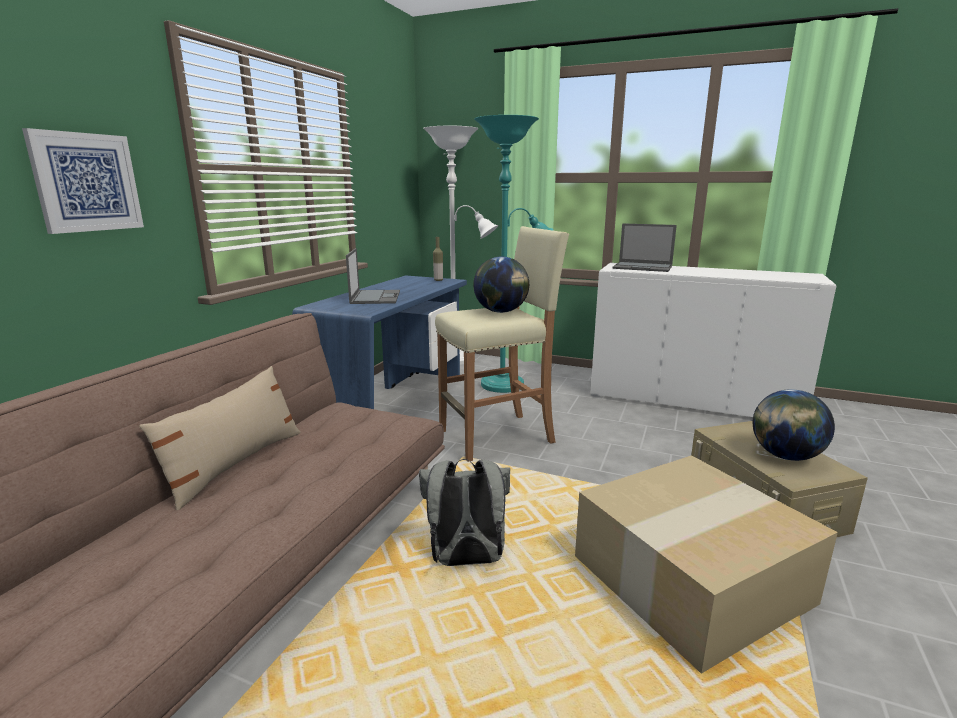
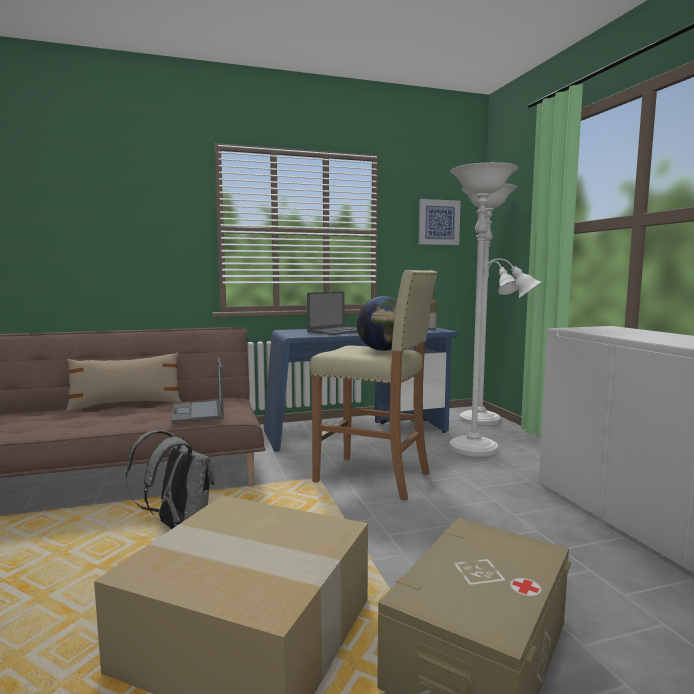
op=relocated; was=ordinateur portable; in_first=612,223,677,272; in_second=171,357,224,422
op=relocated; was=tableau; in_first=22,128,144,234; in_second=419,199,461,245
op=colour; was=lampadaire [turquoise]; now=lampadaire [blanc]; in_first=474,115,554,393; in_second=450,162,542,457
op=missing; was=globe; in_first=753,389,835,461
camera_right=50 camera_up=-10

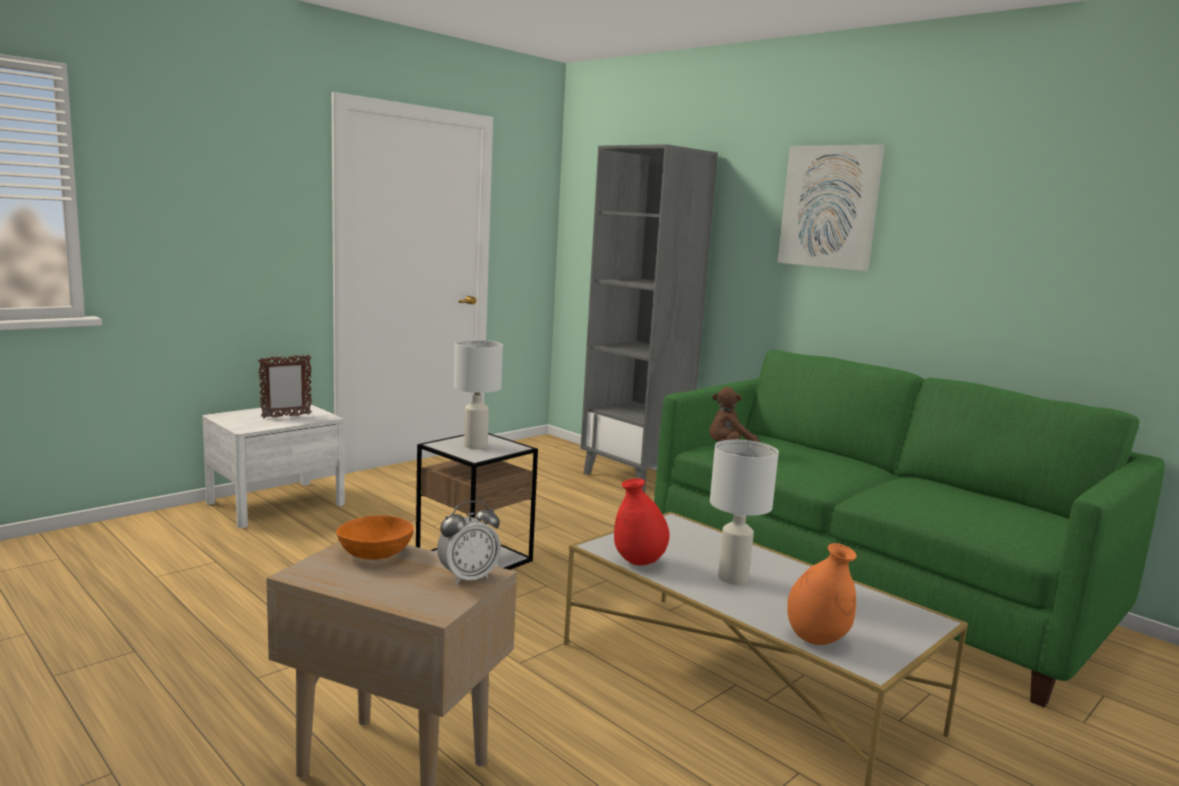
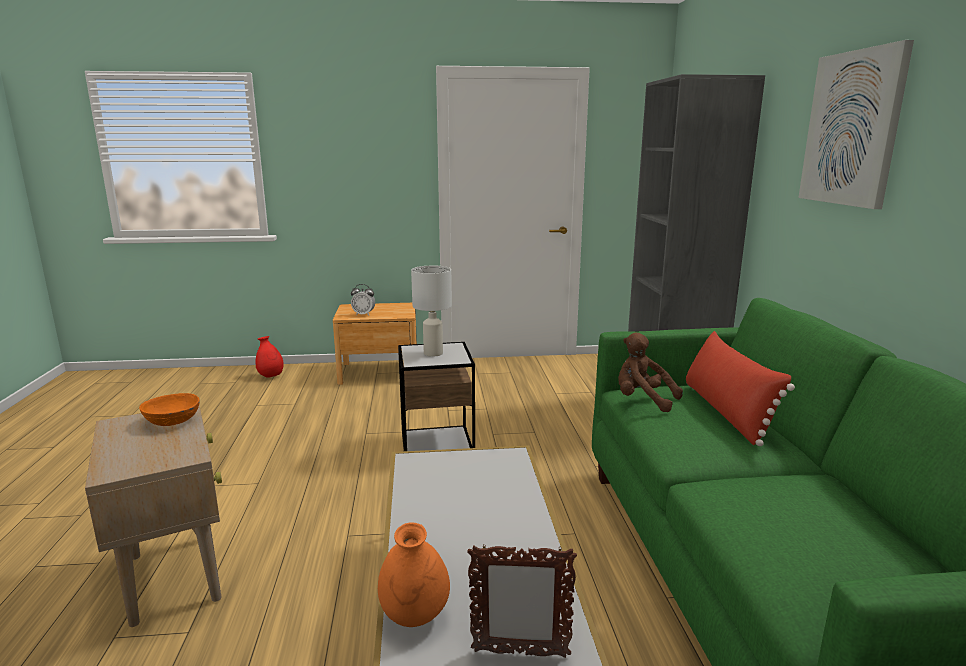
op=relocated; was=vase [rouge]; in_first=614,478,670,565; in_second=255,336,284,378
op=colour; was=table de chevet [blanc]; now=table de chevet [marron]; in_first=202,404,345,528; in_second=333,303,417,385
op=relocated; was=réveil; in_first=437,501,501,586; in_second=351,284,375,316
op=relocated; was=cadre photo; in_first=258,354,312,419; in_second=467,544,577,658
op=appeared; now=coussin [rouge]; in_second=686,331,795,446
op=missing; was=lampe de table [blanc]; in_first=710,440,779,585
camera_right=40 camera_up=5

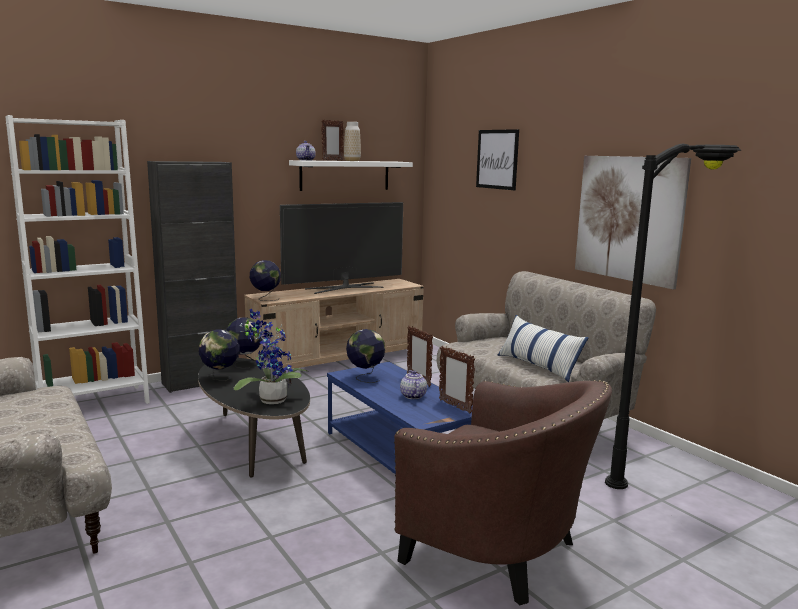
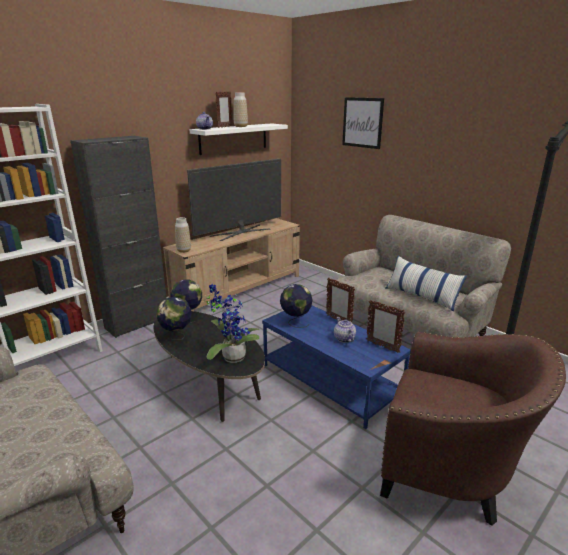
op=exchanged; was=globe; now=vase; in_first=250,260,281,301; in_second=175,217,191,253
op=missing; was=tableau; in_first=575,156,692,289
camera_right=-10 camera_up=10

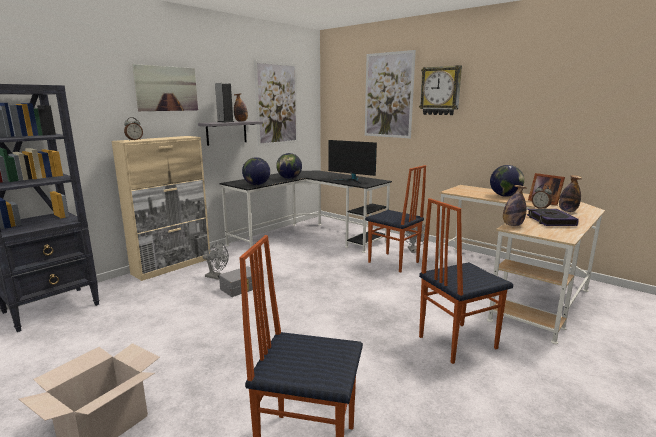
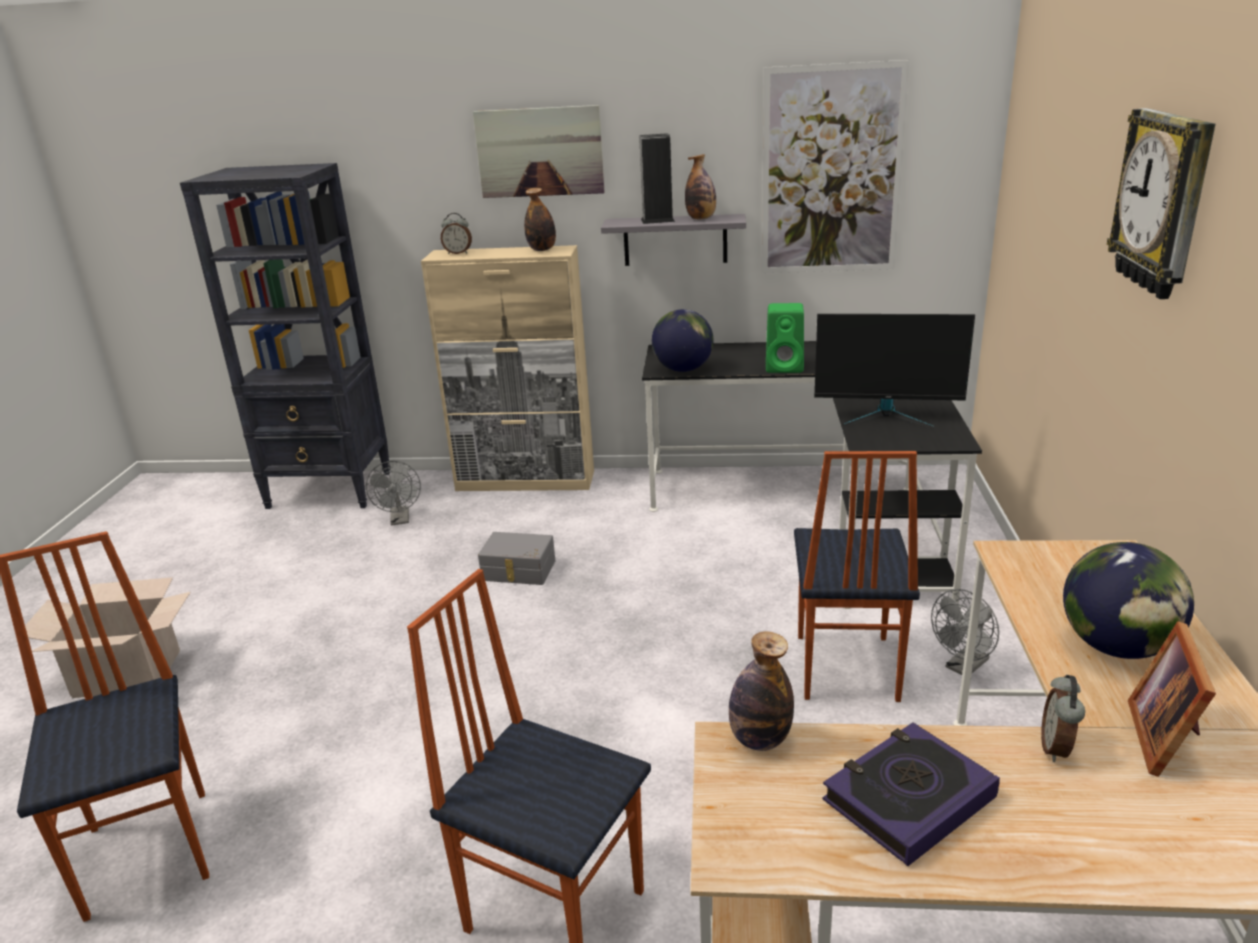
op=relocated; was=ventilateur [gris]; in_first=203,242,229,280; in_second=366,461,421,525
op=relocated; was=bouteille; in_first=559,175,582,212; in_second=524,188,556,251
op=exchanged; was=globe; now=enceinte [vert]; in_first=276,153,302,179; in_second=766,303,804,373
op=spun; was=écran d'ordinateur; in_first=328,140,377,184; in_second=814,314,975,428; clockwise=-75
op=missing; was=tableau; in_first=365,50,416,138
camera_right=55 camera_up=10

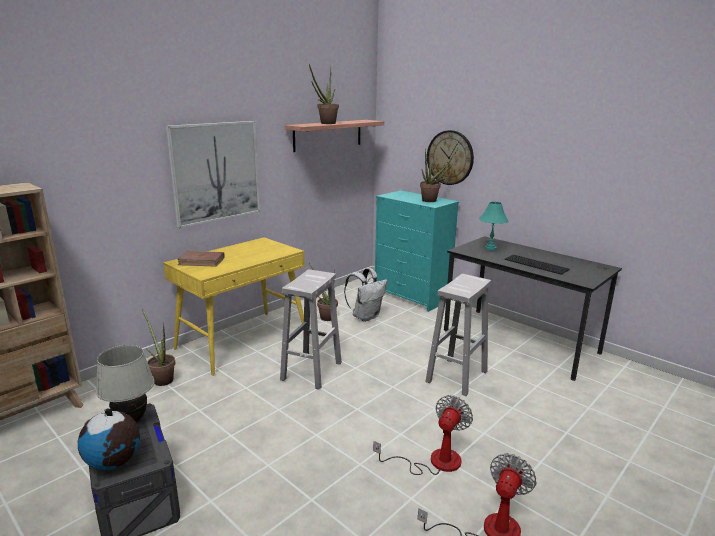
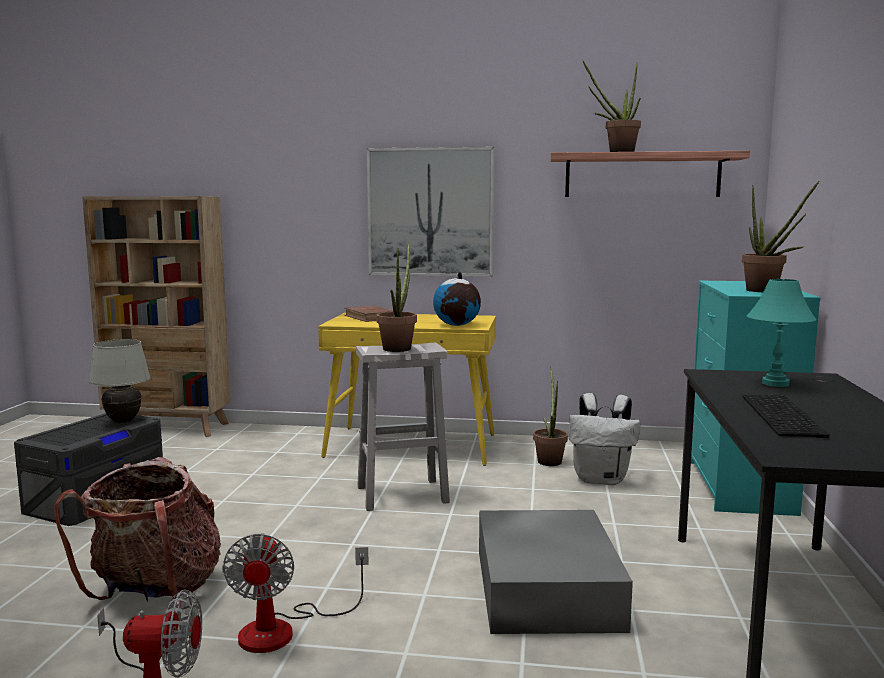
op=appeared; now=sac à dos; in_second=54,457,221,602
op=spun; was=ventilateur; in_first=373,395,473,475; in_second=222,533,369,653; clockwise=90
op=relocated; was=plante en pot; in_first=142,309,175,386; in_second=377,242,417,352
op=relocated; was=globe; in_first=78,408,140,470; in_second=433,272,481,326
op=exchanged; was=tabouret [blanc]; now=boîte de rangement [gris]; in_first=425,274,491,396; in_second=479,510,633,634
op=missing; was=horloge murale; in_first=427,130,474,185
camera_right=55 camera_up=-10

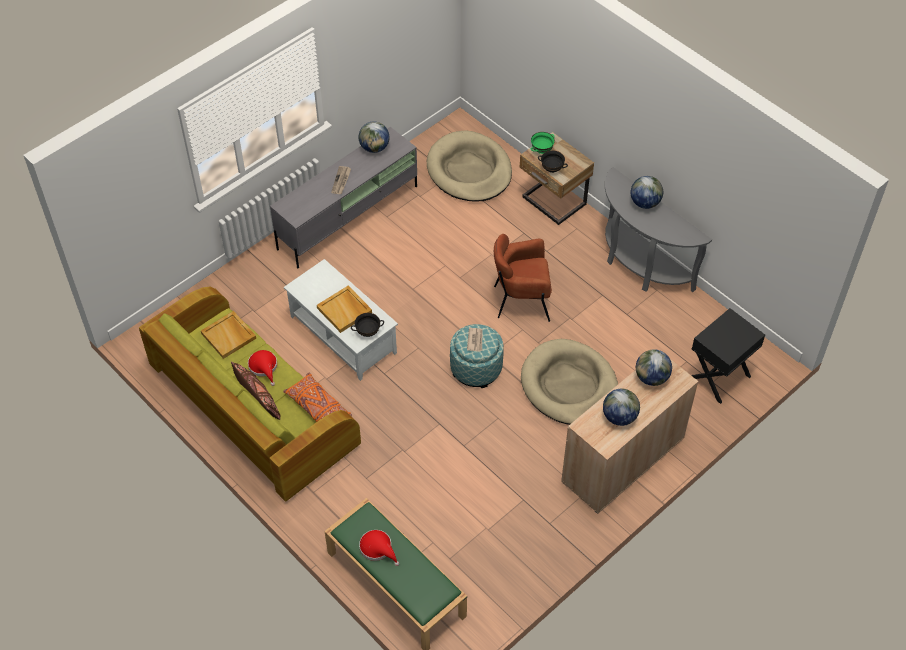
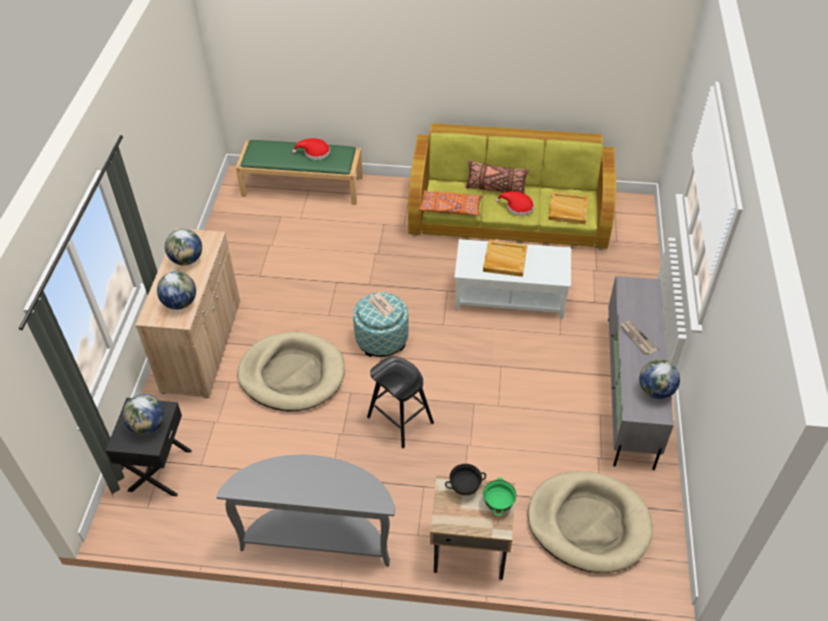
op=relocated; was=globe; in_first=631,176,663,209; in_second=123,394,165,435
op=exchanged; was=fauteuil [marron]; now=tabouret [noir]; in_first=494,234,552,322; in_second=367,356,434,448
op=missing; was=bol [noir]; in_first=351,313,384,337
camera_right=140 camera_up=-5

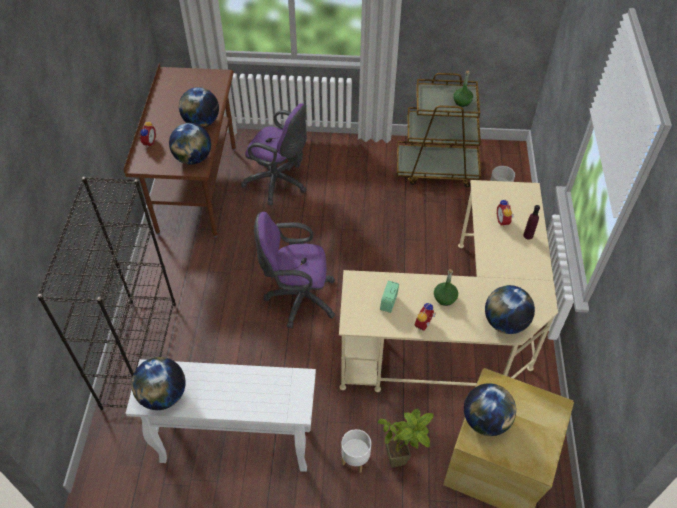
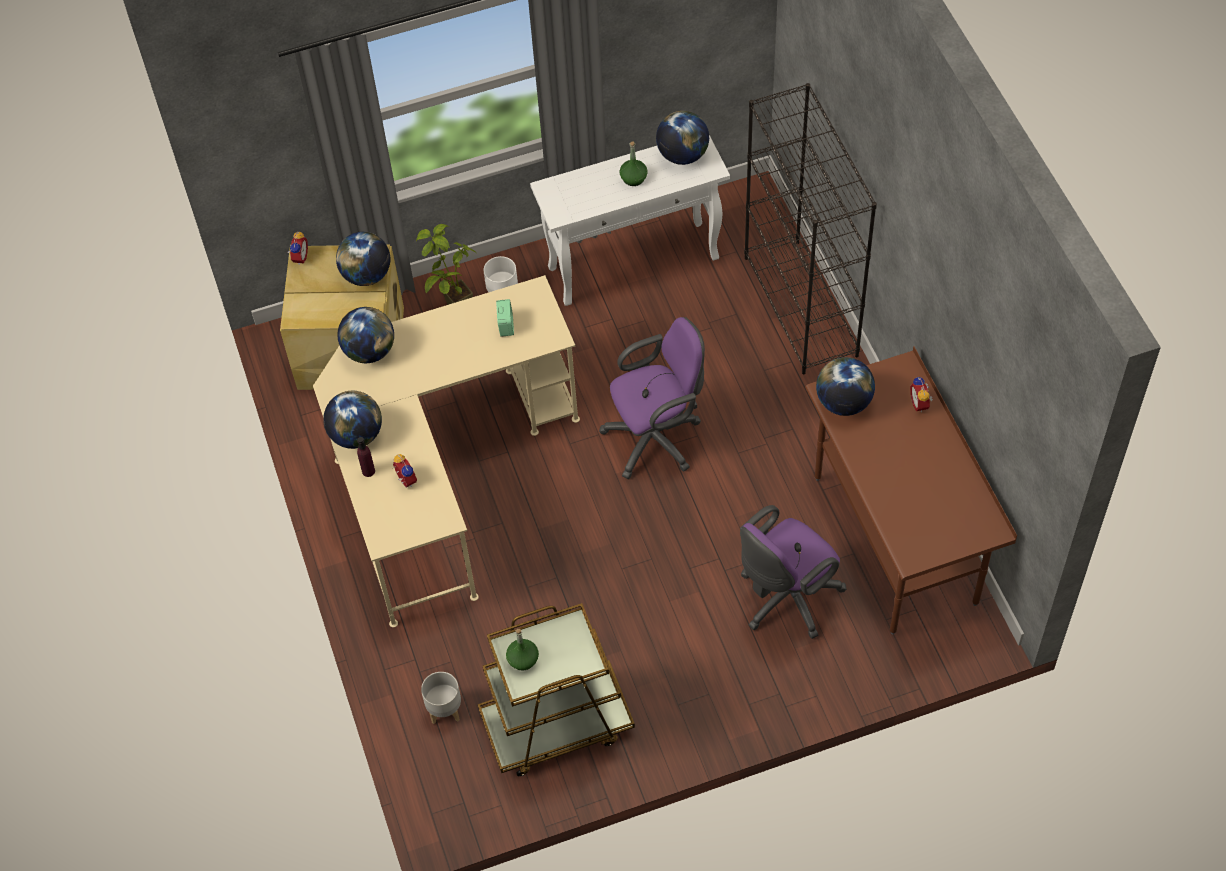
op=relocated; was=réveil; in_first=415,303,436,331; in_second=287,232,308,265
op=relocated; was=globe; in_first=179,87,219,127; in_second=323,391,382,449
op=relocated; was=bouteille [vert]; in_first=434,269,458,306; in_second=620,141,647,186
op=spun; was=chaise de bureau [violet]; in_first=241,103,307,205; in_second=740,505,847,639; clockwise=-45
camera_right=160 camera_up=5

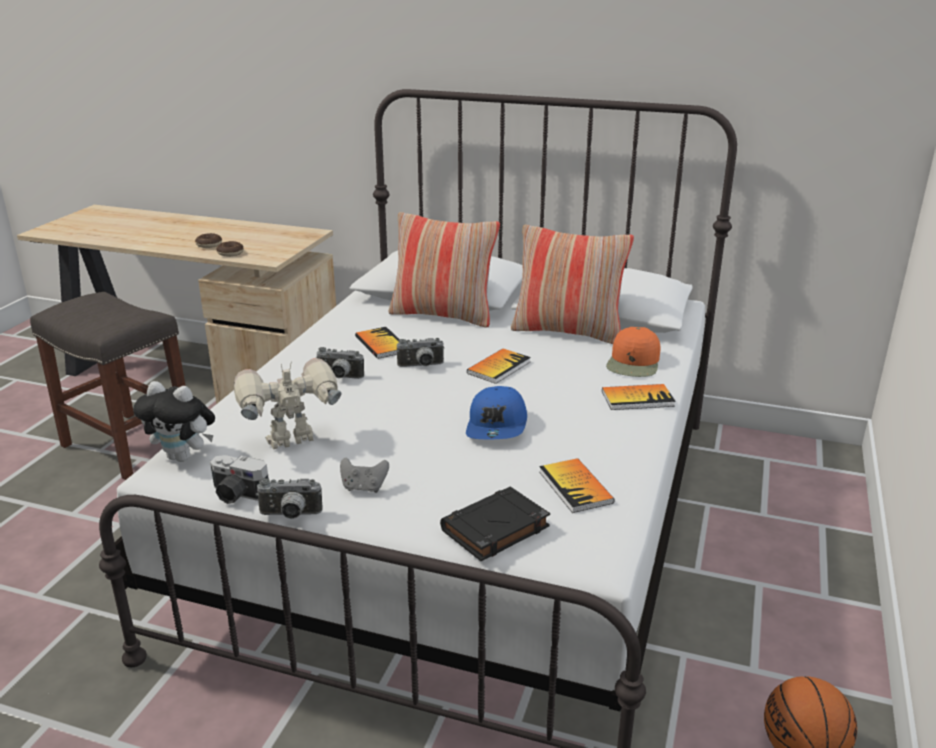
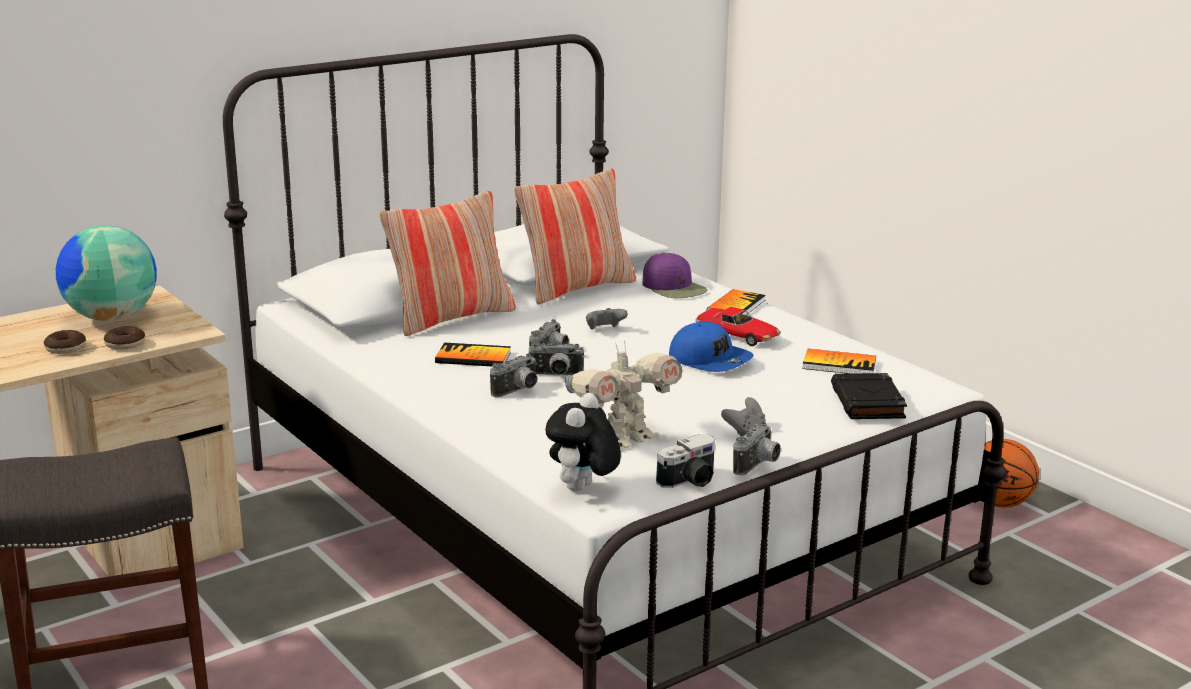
op=appeared; now=globe; in_second=56,225,157,321
op=appeared; now=appareil photo; in_second=529,342,585,375
op=spun; was=peluche; in_first=133,381,215,462; in_second=545,393,621,492; clockwise=150
op=spun; was=robot jouet; in_first=234,358,342,449; in_second=565,341,683,448; clockwise=-135
op=exchanged; was=livre; now=manette [gris]; in_first=467,349,531,384; in_second=586,308,628,330
op=colour; was=casquette [orange]; now=casquette [violet]; in_first=606,327,660,377; in_second=642,253,707,298
op=appeared; now=petite voiture; in_second=695,307,781,346
camera_right=-55 camera_up=-5

